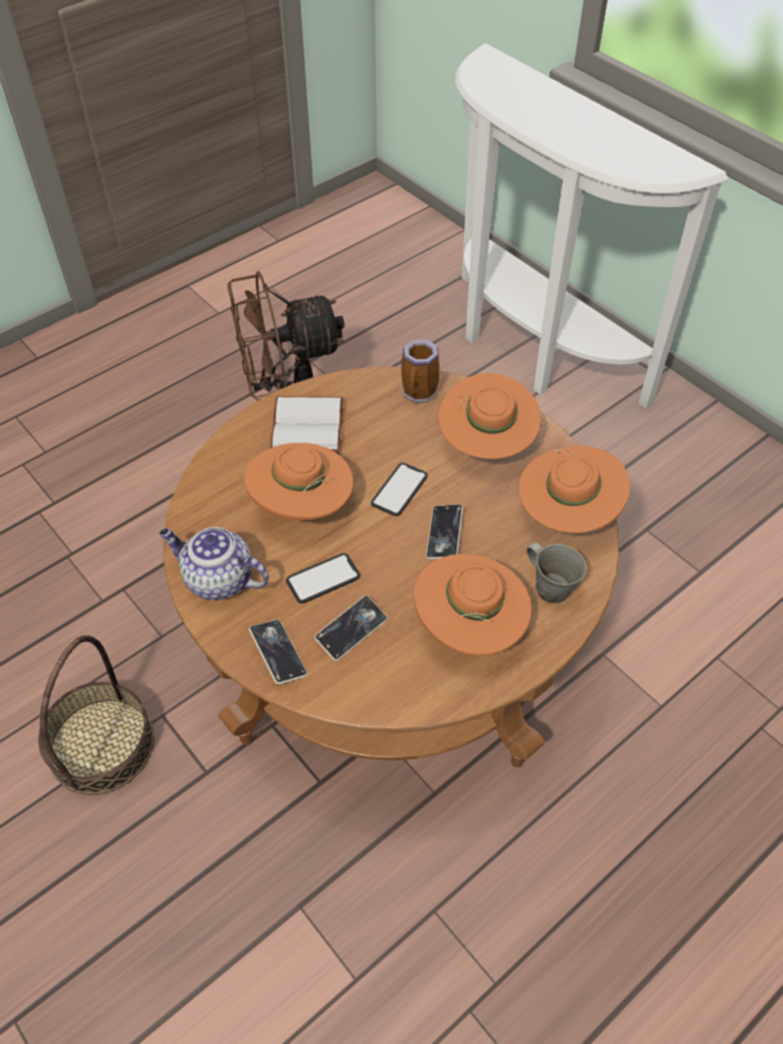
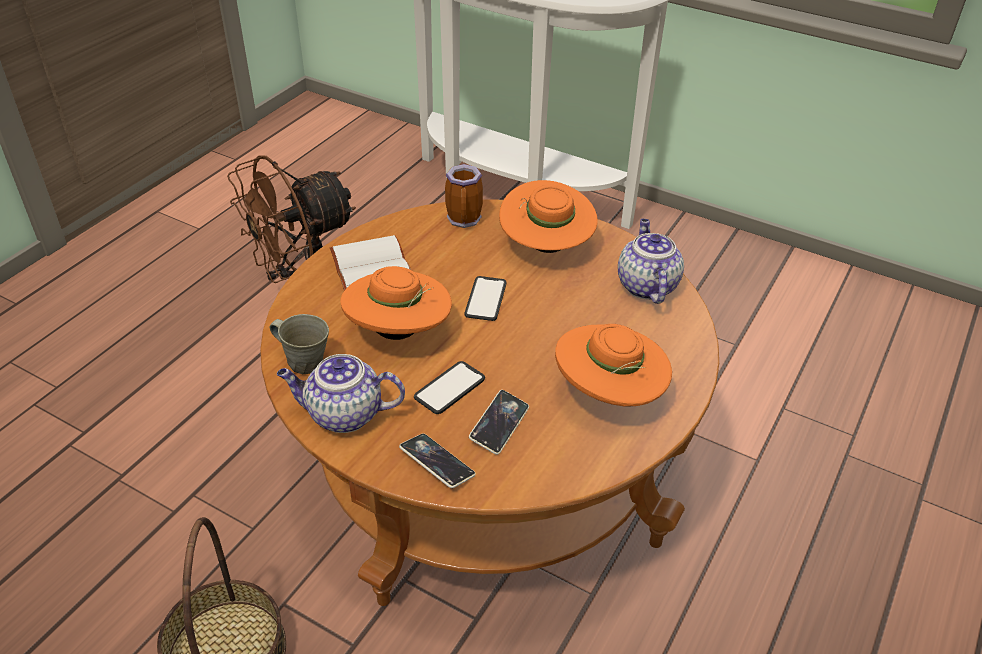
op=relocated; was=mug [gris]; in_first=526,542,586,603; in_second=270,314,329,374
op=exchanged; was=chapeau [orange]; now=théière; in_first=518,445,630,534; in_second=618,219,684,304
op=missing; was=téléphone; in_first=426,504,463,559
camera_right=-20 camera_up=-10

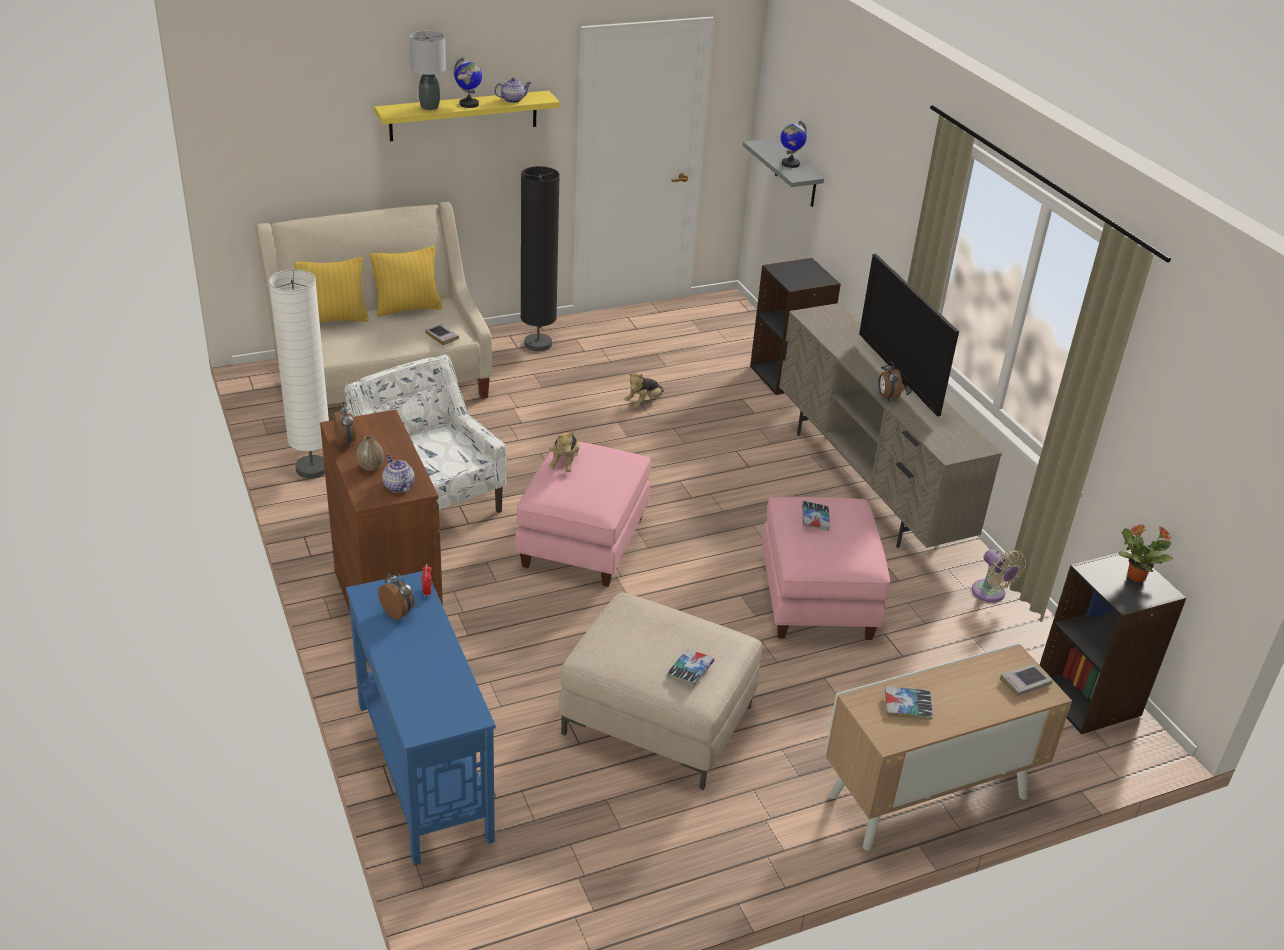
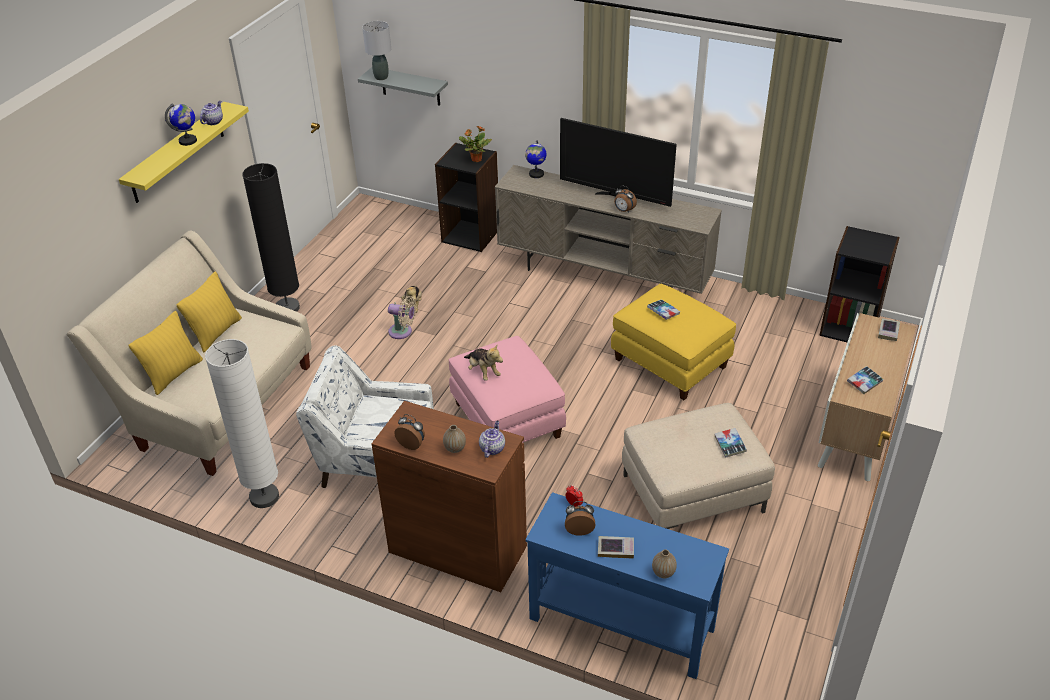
op=relocated; was=lampe de table [gris]; in_first=410,31,446,110; in_second=362,21,391,80
op=relocated; was=ventilateur [beige]; in_first=972,549,1026,602; in_second=388,296,416,339
op=relocated; was=plante en pot; in_first=1119,524,1173,582; in_second=459,126,492,162
op=spun; was=théière; in_first=382,455,415,493; in_second=479,421,505,458; clockwise=90
op=relocated; was=globe; in_first=781,121,807,168; in_second=525,140,547,178
op=relocated; was=livre; in_first=425,324,459,346; in_second=598,536,634,559
op=colour; was=pouf [rose]; now=pouf [jaune]; in_first=761,497,890,640; in_second=611,284,736,400
op=appeared; now=vase; in_second=652,549,677,578
camera_right=-40 camera_up=5

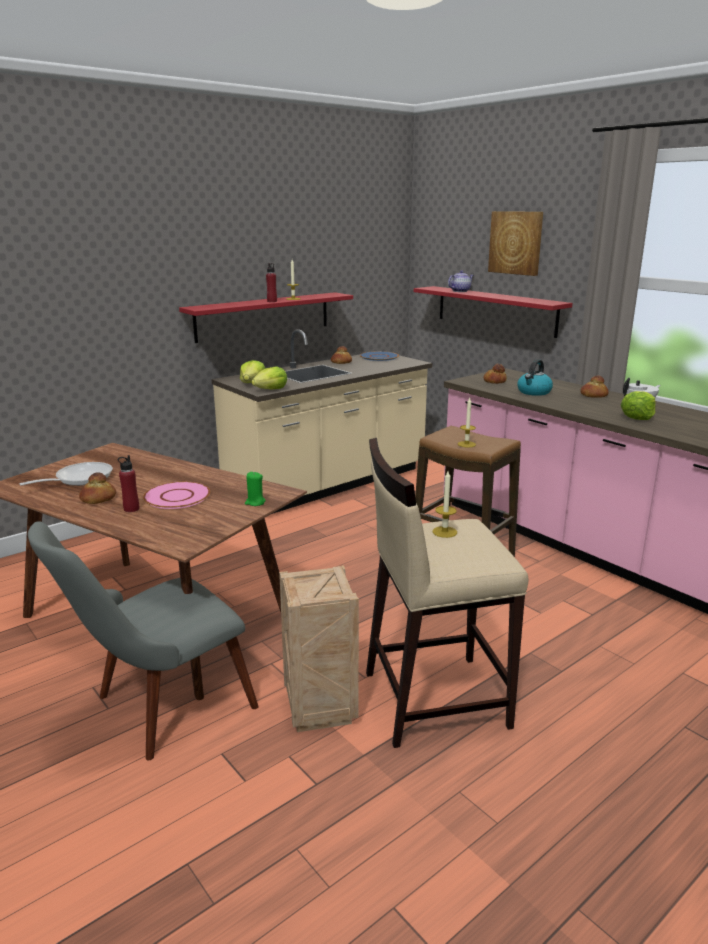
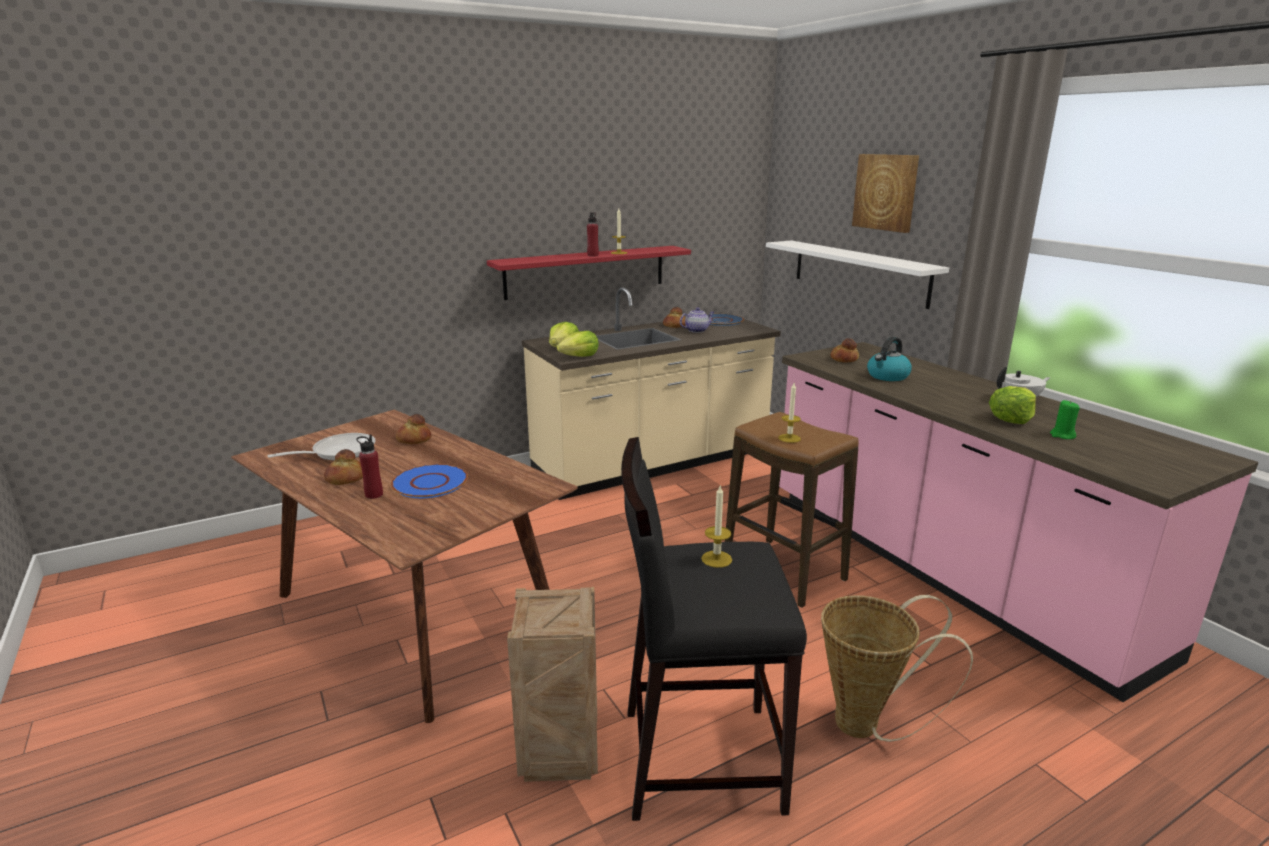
op=colour; was=assiette [rose]; now=assiette [bleu]; in_first=143,482,210,509; in_second=391,464,468,498
op=relocated; was=pain; in_first=580,375,609,398; in_second=396,414,431,444
op=colour; was=tabouret [beige]; now=tabouret [noir]; in_first=366,438,528,748; in_second=621,437,807,821
op=relocated; was=théière; in_first=448,270,473,292; in_second=680,307,714,333
op=colour; was=étagère [rouge]; now=étagère [blanc]; in_first=414,286,573,338; in_second=766,240,949,309
op=appeared; now=panier; in_second=821,595,973,742
op=relocated; was=bougie [vert]; in_first=245,472,266,506; in_second=1050,400,1080,439
op=missing; was=chaise [gris]; in_first=28,521,259,760
camera_right=10 camera_up=0

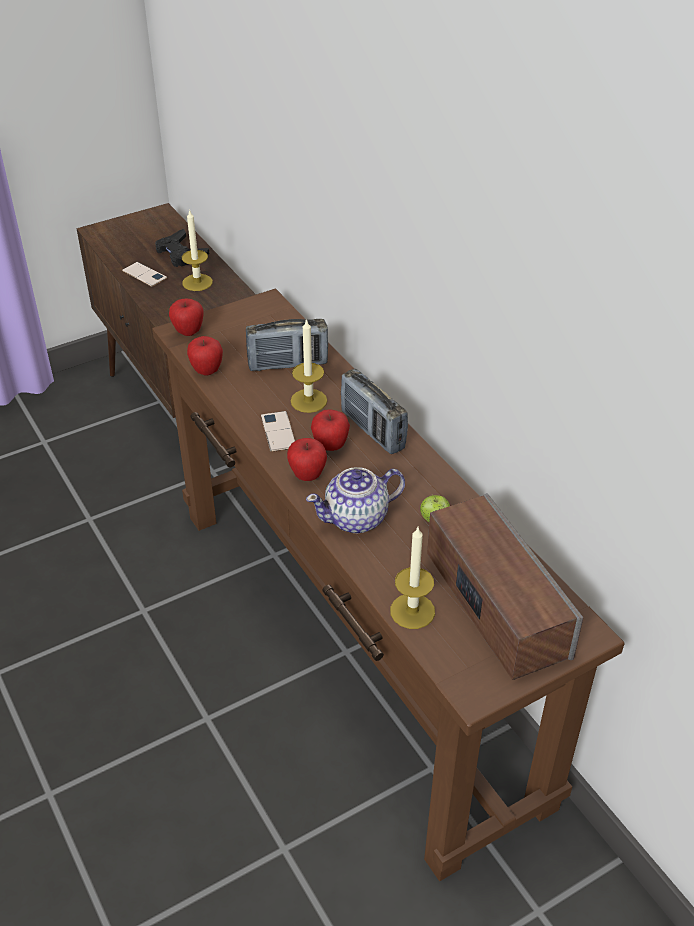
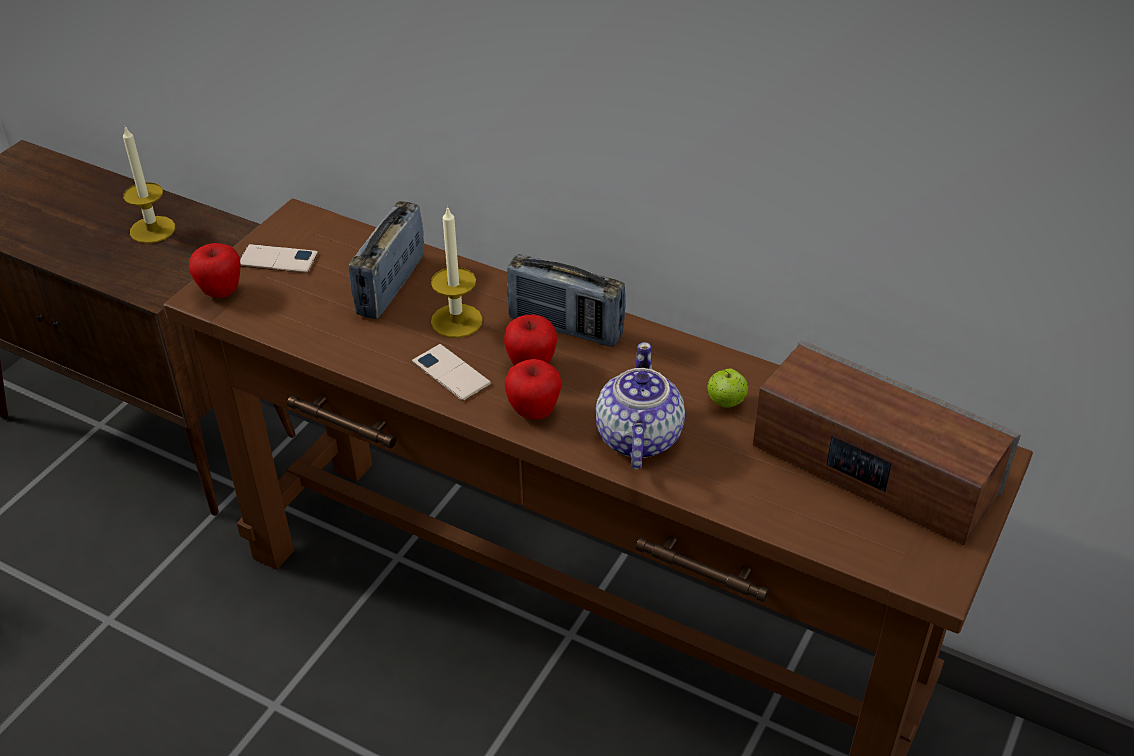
op=relocated; was=téléphone; in_first=122,262,167,287; in_second=240,244,318,273
op=spun; was=radio; in_first=246,319,328,371; in_second=349,201,424,319; clockwise=150
op=spun; was=théière; in_first=306,467,405,533; in_second=596,342,685,469; clockwise=150
op=missing; was=manette [noir]; in_first=155,229,209,267
op=missing; was=pomme; in_first=187,336,223,376
op=missing; was=bougie; in_first=390,527,435,629
camera_right=-30 camera_up=0

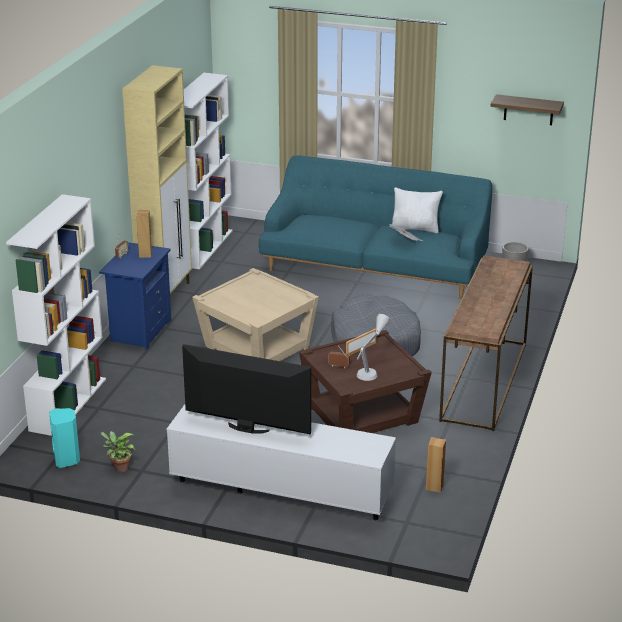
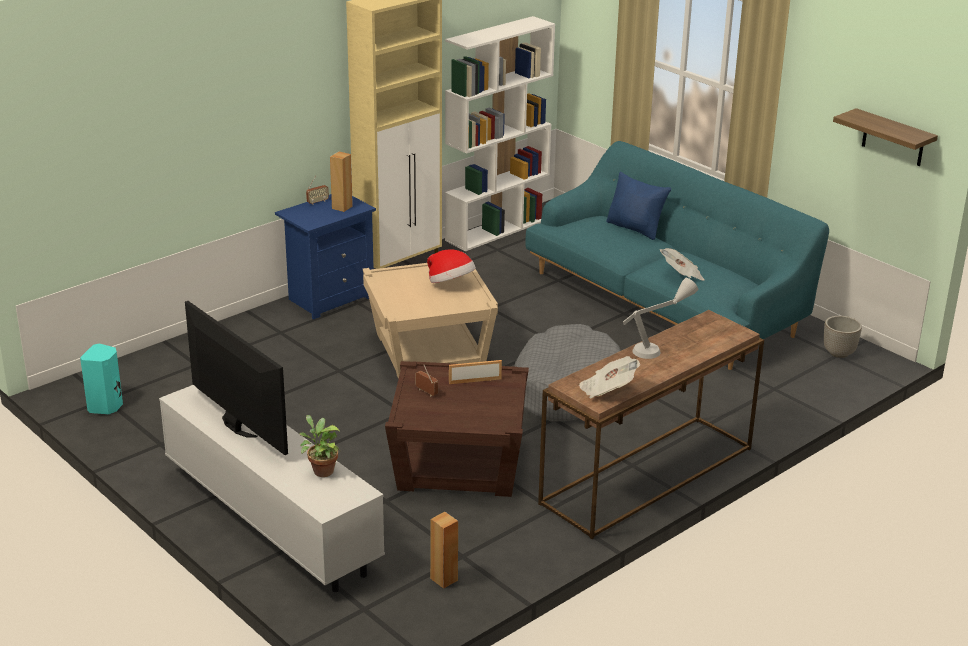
op=relocated; was=plante en pot; in_first=100,431,135,472; in_second=299,415,341,477
op=appeared; now=chapeau; in_second=427,250,476,283
op=appeared; now=journal; in_second=579,356,640,398
op=appeared; now=coussin [bleu]; in_second=606,172,671,240
op=relocated; was=lampe de table [gris]; in_first=357,314,390,381; in_second=623,278,699,359
op=missing; was=bibliothèque [blanc]; in_first=6,194,106,436
op=missing; was=coussin [blanc]; in_first=392,187,443,233
camera_right=30 camera_up=0

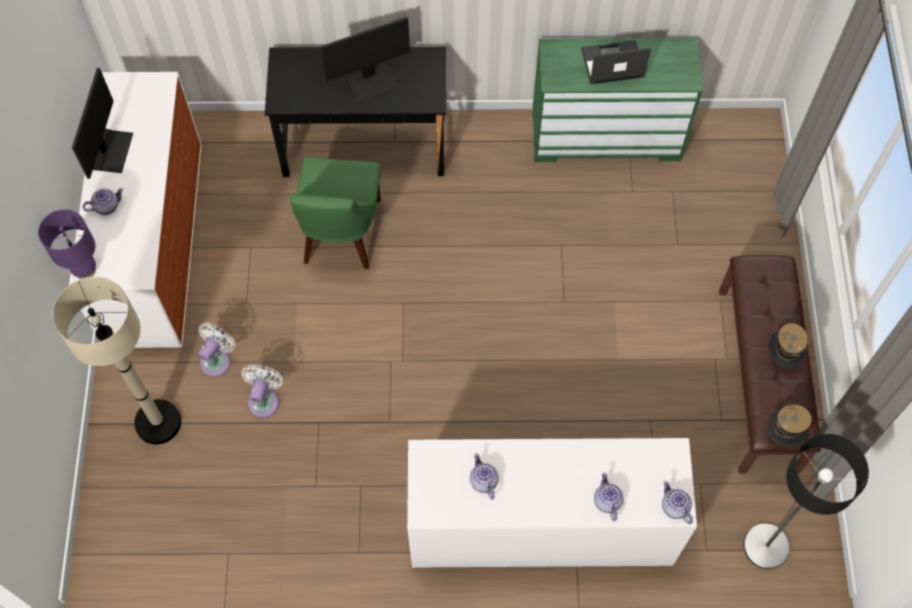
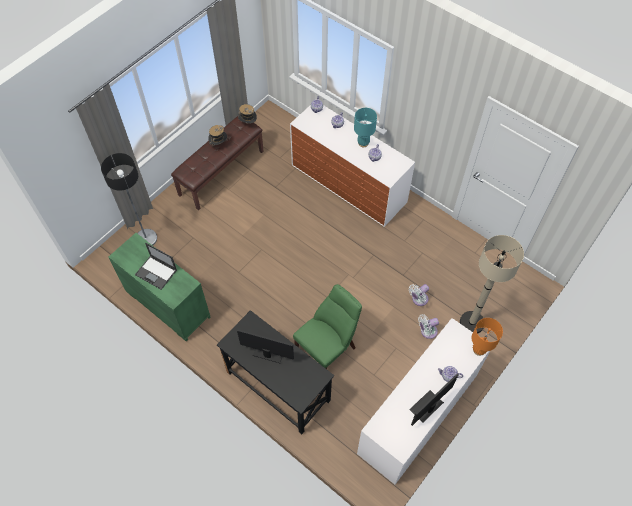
op=relocated; was=lampadaire; in_first=743,434,869,569; in_second=101,153,157,245
op=appeared; now=lampe de table [turquoise]; in_second=354,108,377,147
op=colour; was=lampe de table [violet]; now=lampe de table [orange]; in_first=38,209,96,279; in_second=472,318,503,356
camera_right=-140 camera_up=-5

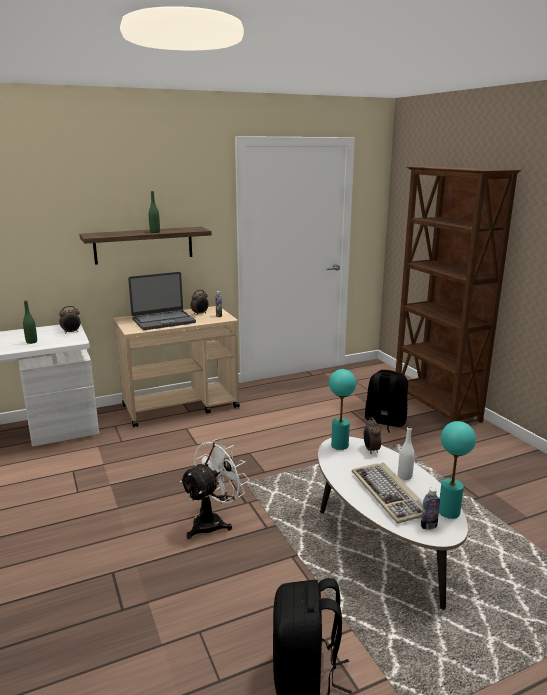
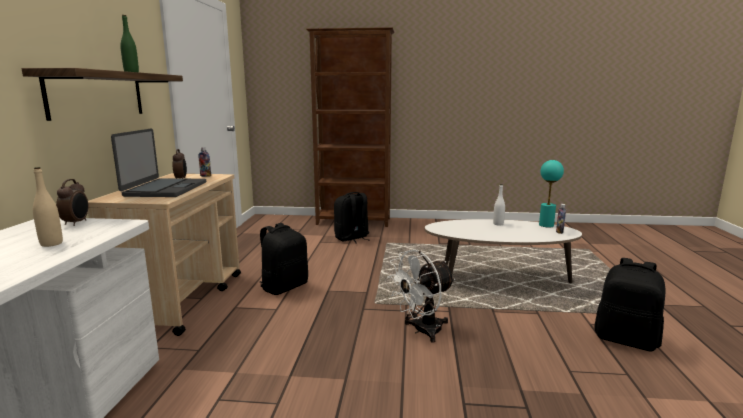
op=colour; was=bouteille [vert]; now=bouteille [beige]; in_first=23,300,37,344; in_second=33,167,63,247
op=appeared; now=sac à dos [noir]; in_second=260,223,308,295
op=spun; was=ventilateur [blanc]; in_first=179,438,249,539; in_second=387,249,455,343; clockwise=-105
op=missing; was=lampe de table [turquoise]; in_first=329,369,356,450
op=missing; was=clavier; in_first=352,463,423,524
op=missing; was=réveil; in_first=364,418,381,454
camera_right=-60 camera_up=-5

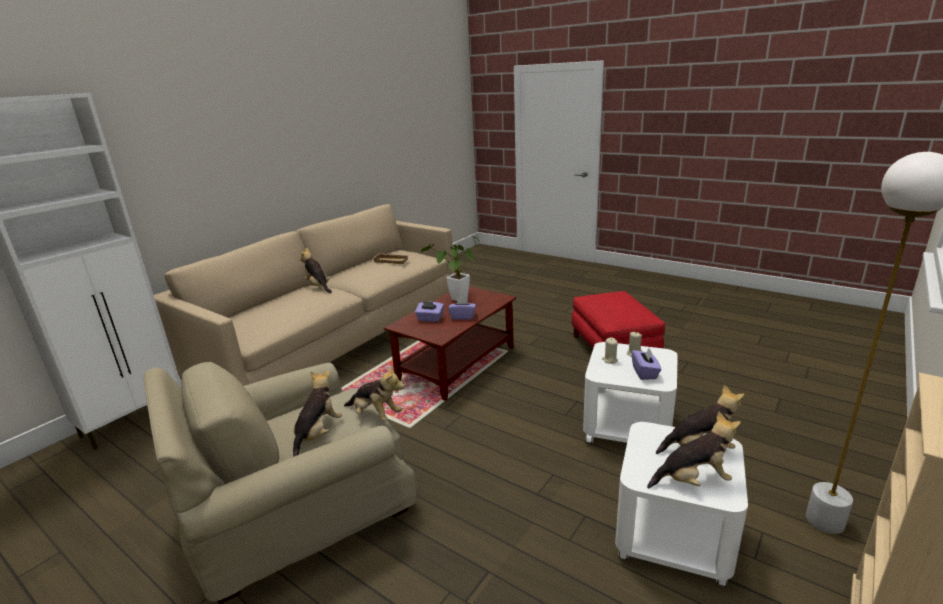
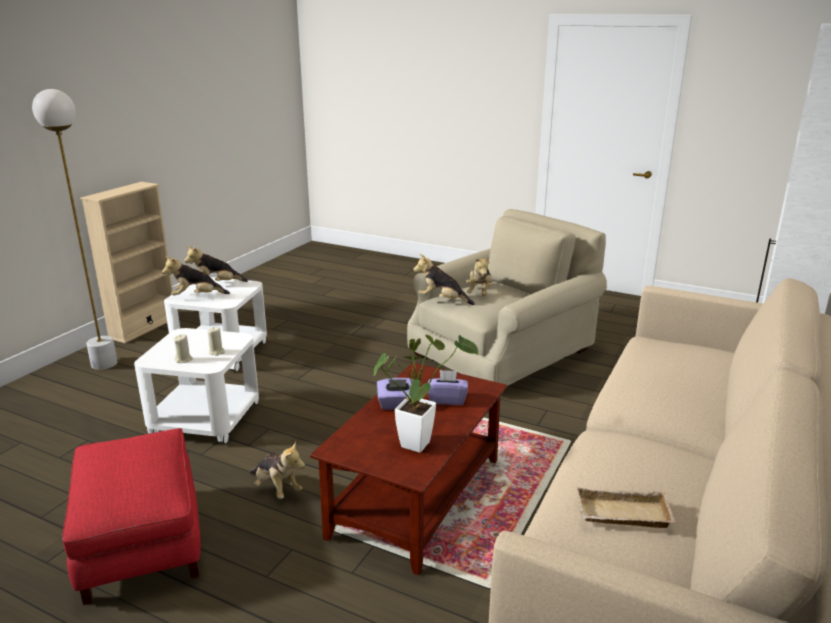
op=relocated; was=peluche; in_first=300,248,332,293; in_second=249,441,305,499
op=missing; was=boîte à mouchoirs [violet]; in_first=632,348,661,380
camera_right=170 camera_up=0

